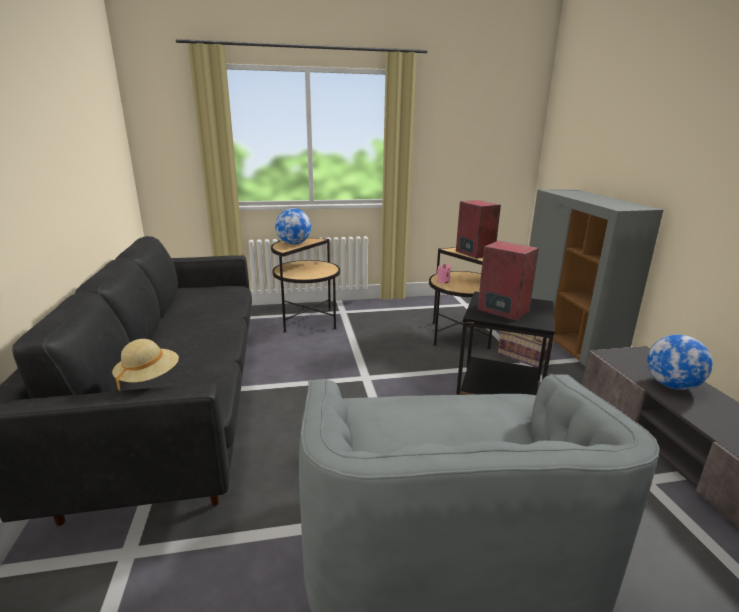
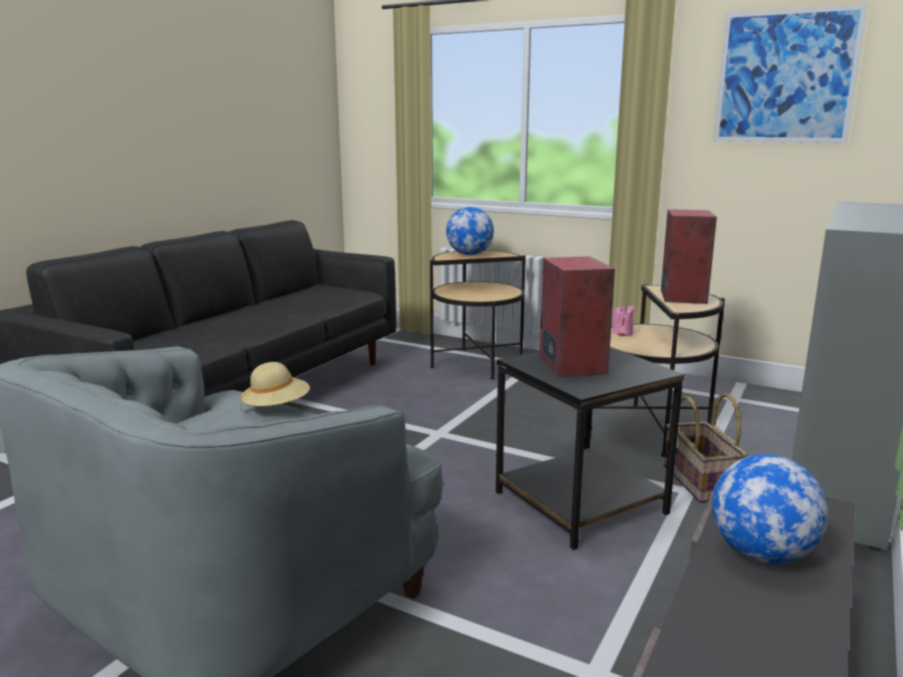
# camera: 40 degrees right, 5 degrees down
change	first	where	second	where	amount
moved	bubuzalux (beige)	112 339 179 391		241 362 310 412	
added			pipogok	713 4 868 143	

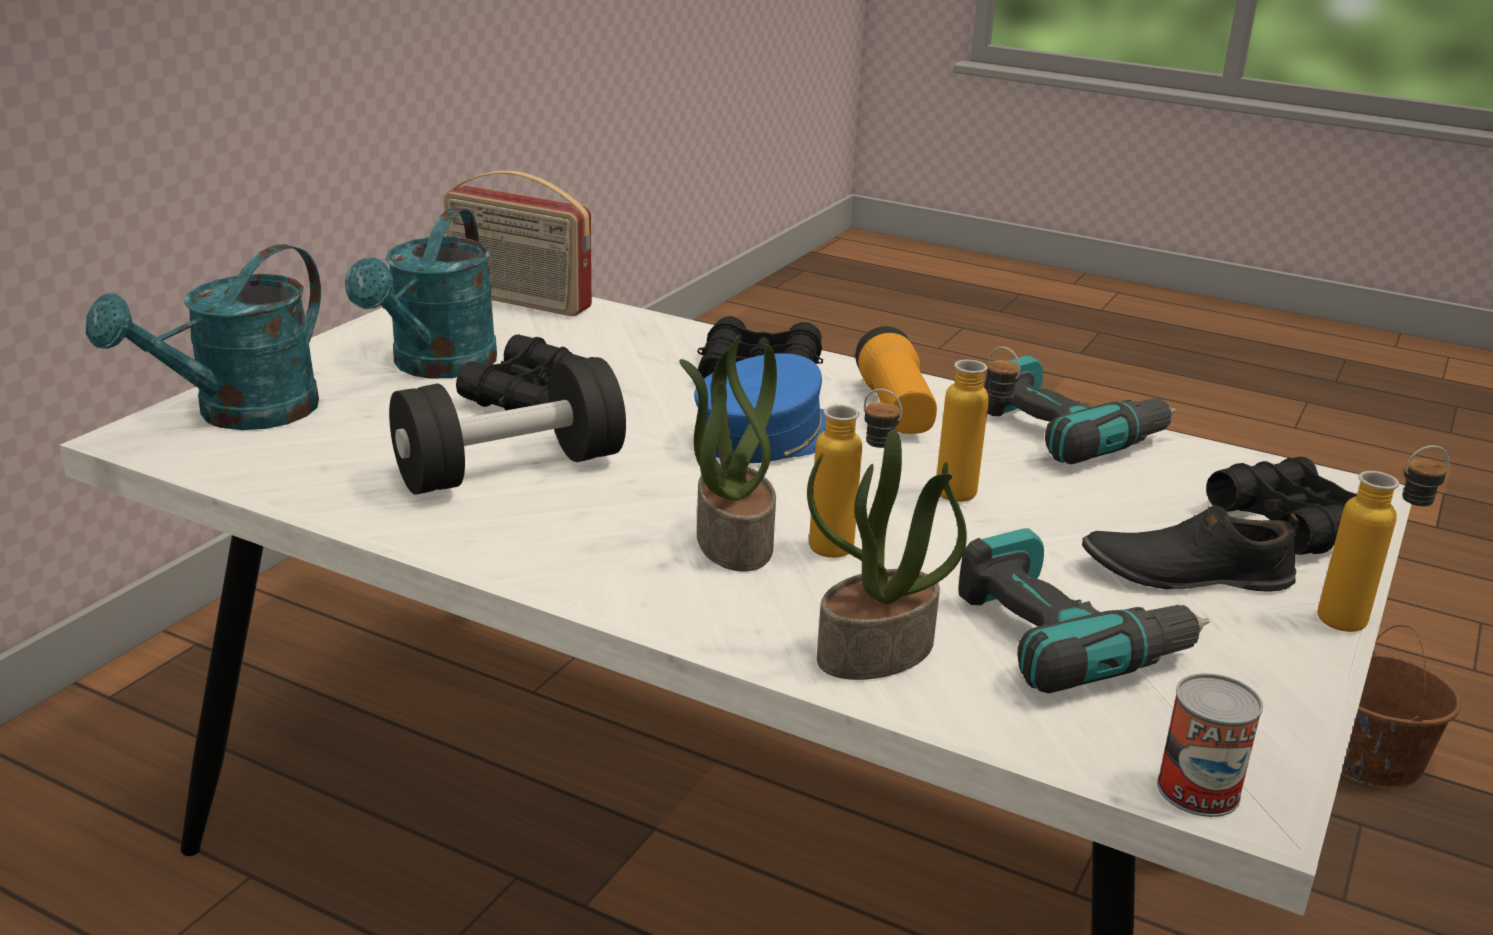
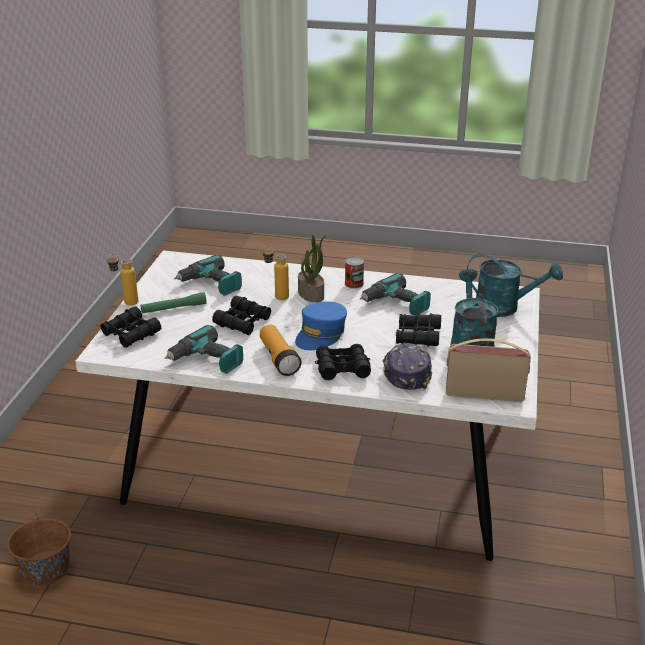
# camera: 165 degrees right, 5 degrees up
change	first	where	second	where	amount
replaced	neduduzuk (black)	1082 505 1299 592	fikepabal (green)	140 292 207 314	
replaced	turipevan	937 347 1021 502	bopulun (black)	212 296 271 335	
moved	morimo	1157 673 1263 817		345 256 364 289	
replaced	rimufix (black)	389 357 626 495	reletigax	360 273 431 315	
added			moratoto	382 343 432 390	
turned	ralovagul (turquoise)	86 244 321 430		467 254 563 317	90 degrees clockwise
removed	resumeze	807 429 967 680			

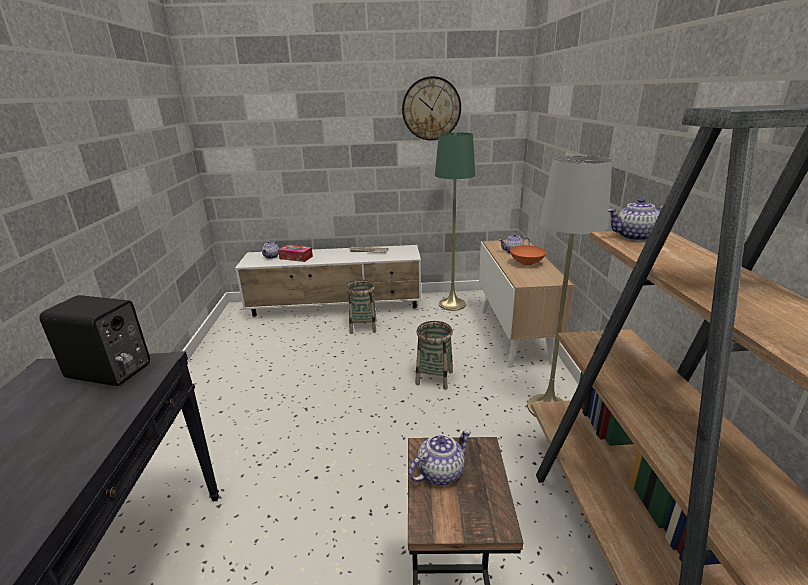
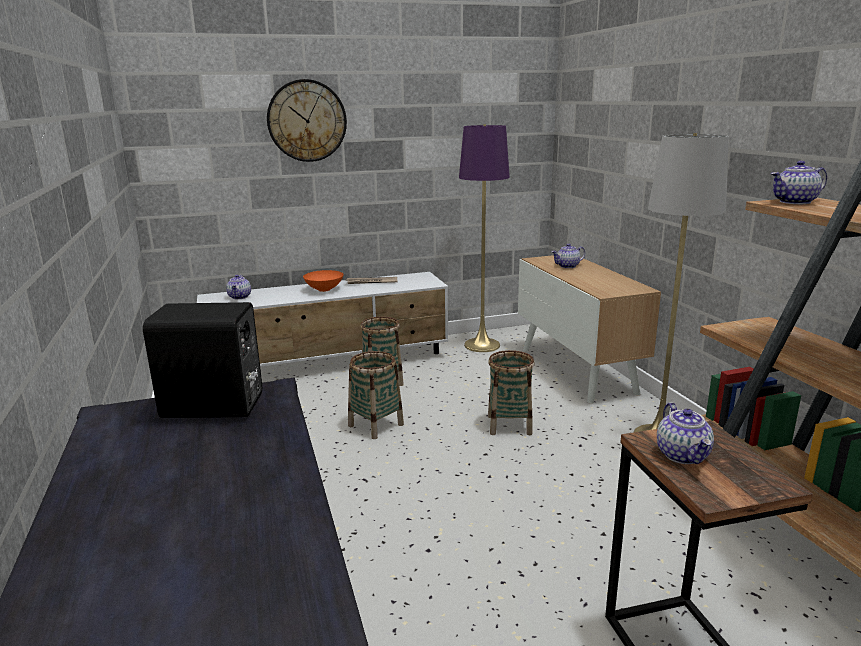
# camera: 15 degrees left, 5 degrees down
change	first	where	second	where	amount
moved	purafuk	402 76 461 140		267 79 347 162	
moved	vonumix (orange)	510 245 547 266		303 270 343 292	
added			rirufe	348 351 404 439	
recoloured	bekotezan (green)	435 132 475 311	bekotezan (purple)	459 124 510 352	
turned	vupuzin	408 430 471 485		657 402 714 464	135 degrees clockwise
removed	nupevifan	278 245 313 262			

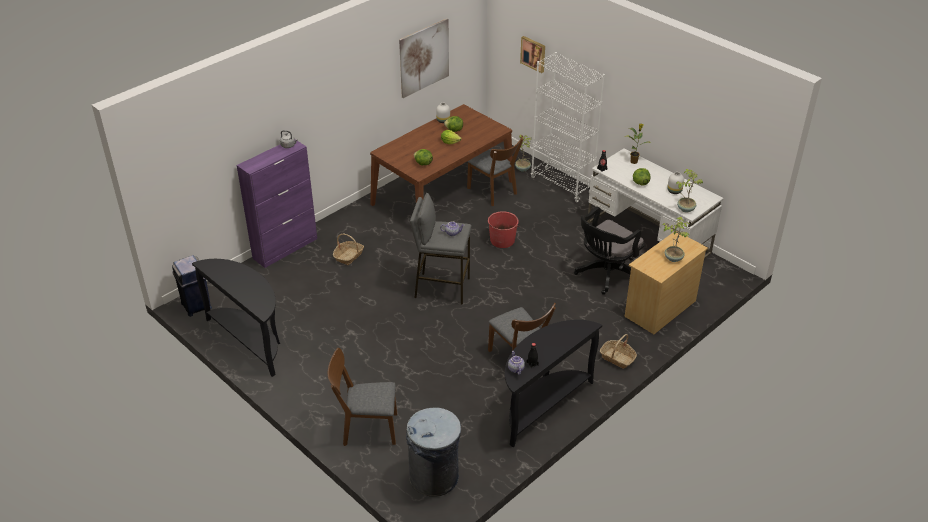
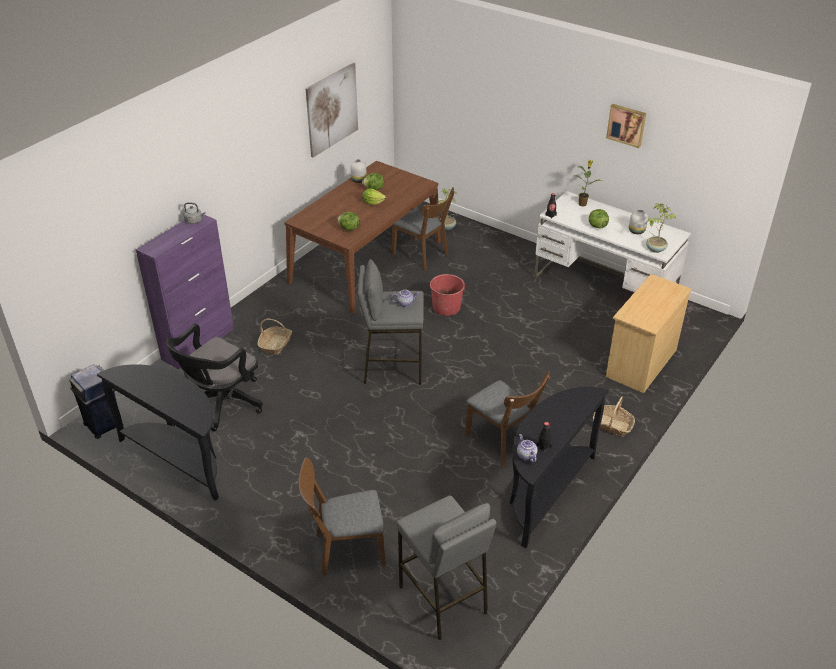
# camera: 10 degrees left, 0 degrees up
change	first	where	second	where	amount
moved	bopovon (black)	574 207 645 295		166 324 263 431	
replaced	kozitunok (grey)	406 408 461 497	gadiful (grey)	396 495 496 641	
moved	pipogok	520 36 545 73		606 104 646 148	
removed	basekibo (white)	531 52 605 202			
removed	resumeze	662 216 690 262			

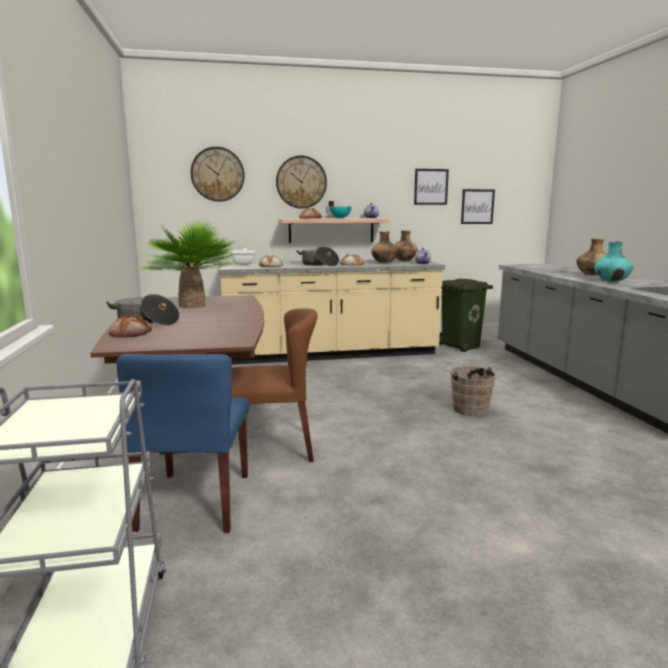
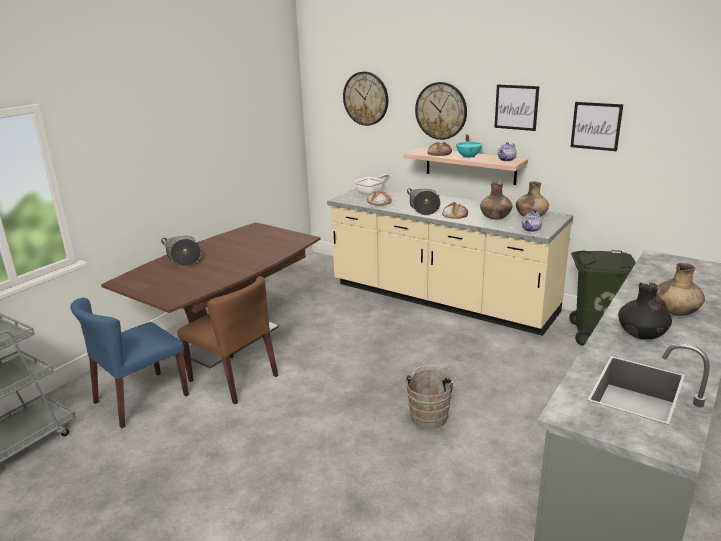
# camera: 45 degrees right, 10 degrees up
change	first	where	second	where	amount
moved	pipogok	461 189 495 224		494 84 539 131	
recoloured	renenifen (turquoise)	594 241 633 282	renenifen (black)	618 283 672 339	
removed	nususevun	109 315 152 338			
removed	resumeze	139 219 241 309			

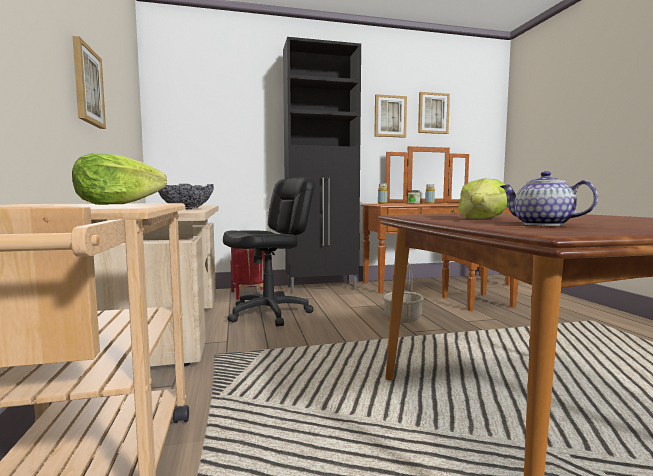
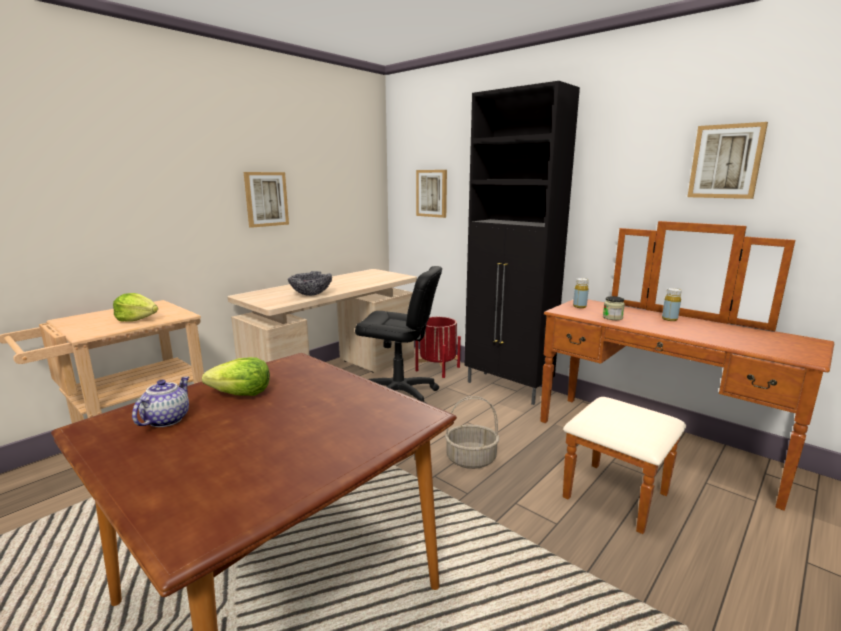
# camera: 55 degrees right, 10 degrees up
change	first	where	second	where	amount
moved	pipogok	374 94 407 138		416 170 447 218	

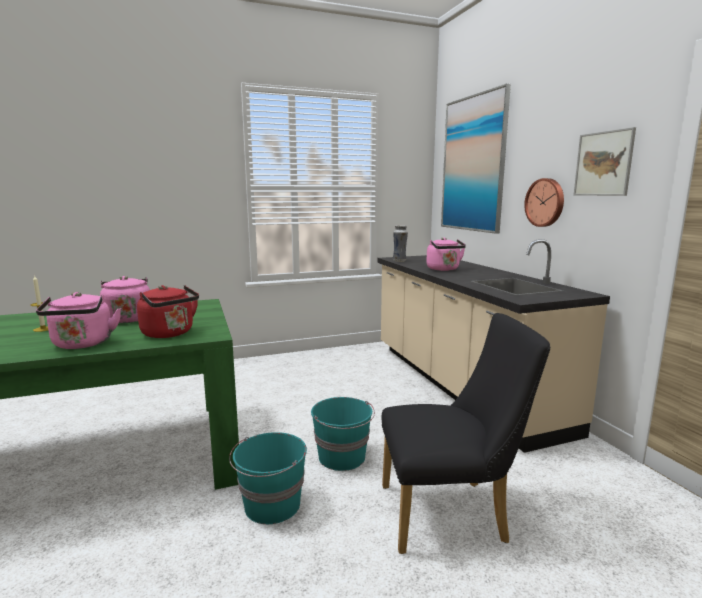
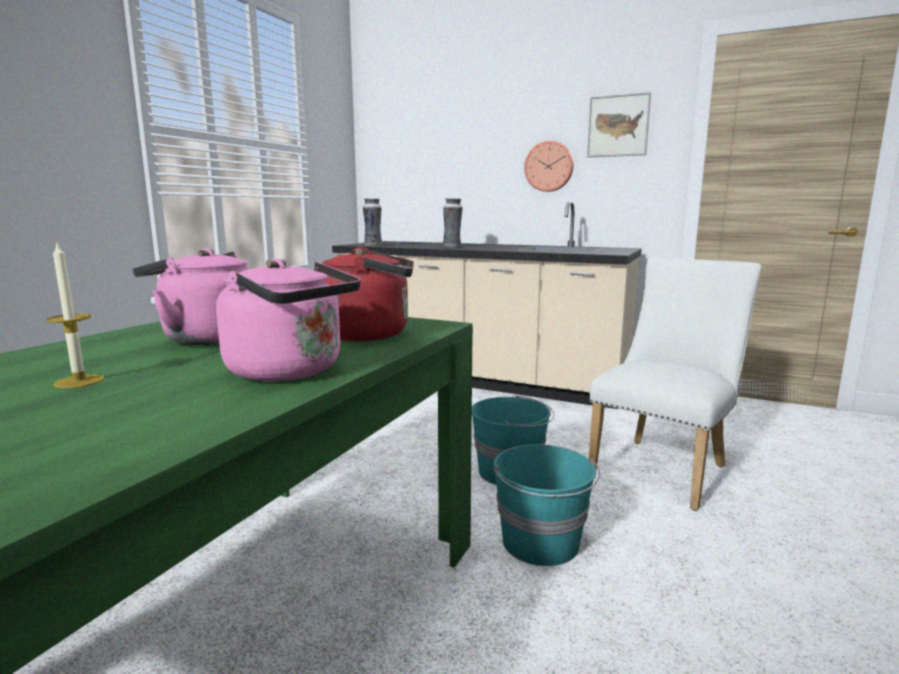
# camera: 45 degrees left, 0 degrees up
change	first	where	second	where	amount
replaced	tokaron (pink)	426 237 466 271	renenifen	443 198 463 247	
recoloured	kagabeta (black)	382 313 550 554	kagabeta (white)	589 257 762 511	
removed	pipogok	441 83 511 234			

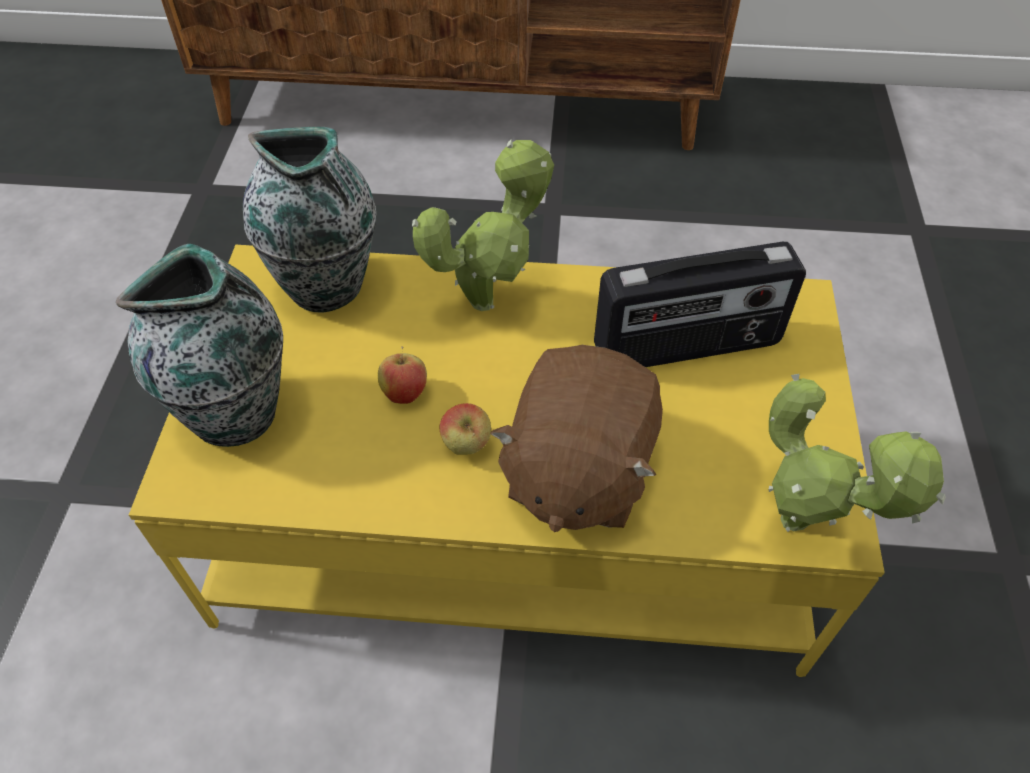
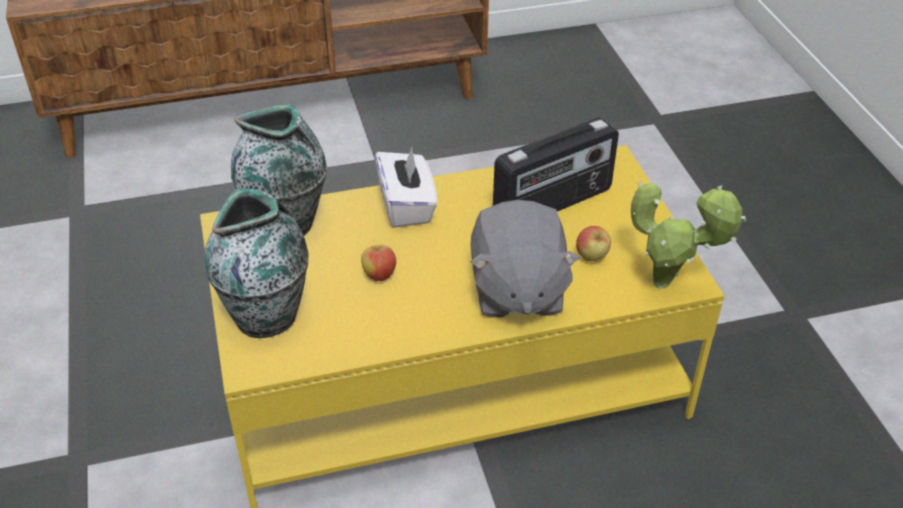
# camera: 20 degrees left, 10 degrees down
change	first	where	second	where	amount
replaced	resumeze	412 139 554 311	nupevifan (white)	375 148 438 228	
recoloured	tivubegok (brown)	490 345 663 532	tivubegok (grey)	470 200 581 318	
moved	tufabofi	440 403 492 455		576 226 611 261	

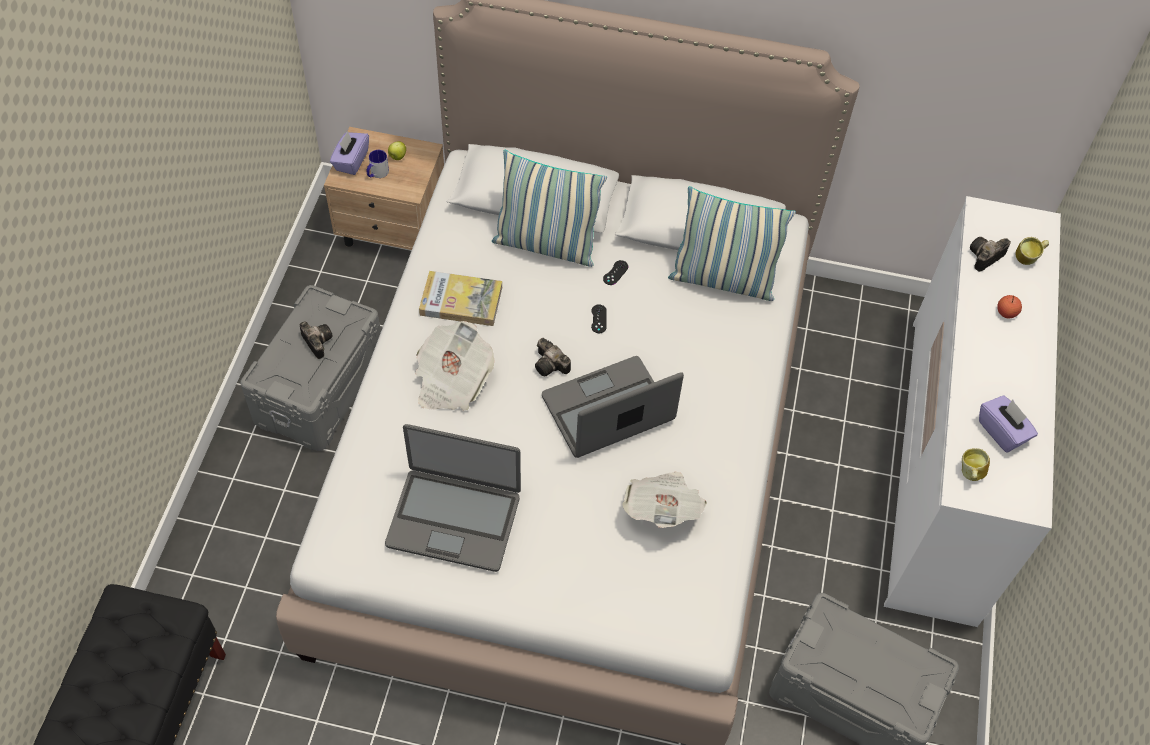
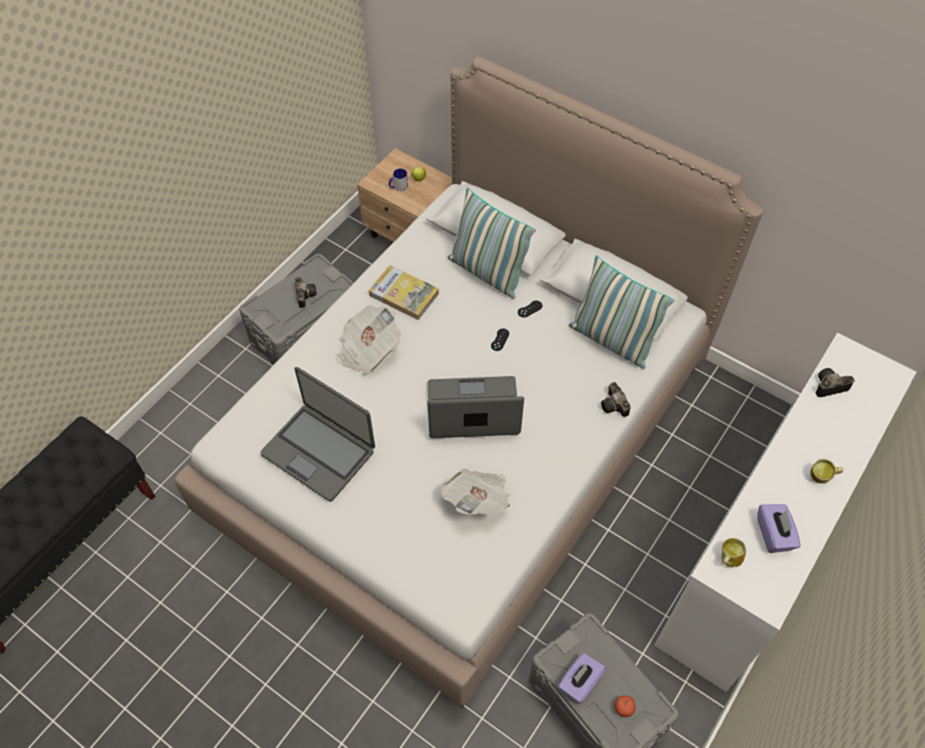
# camera: 25 degrees right, 0 degrees up
change	first	where	second	where	amount
moved	nupevifan (purple)	330 131 369 175		558 653 606 704	
moved	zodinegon	535 338 571 376		601 382 631 417	
moved	tufabofi	997 295 1022 318		615 695 636 717	
moved	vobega	1016 237 1049 265		810 459 843 484	

